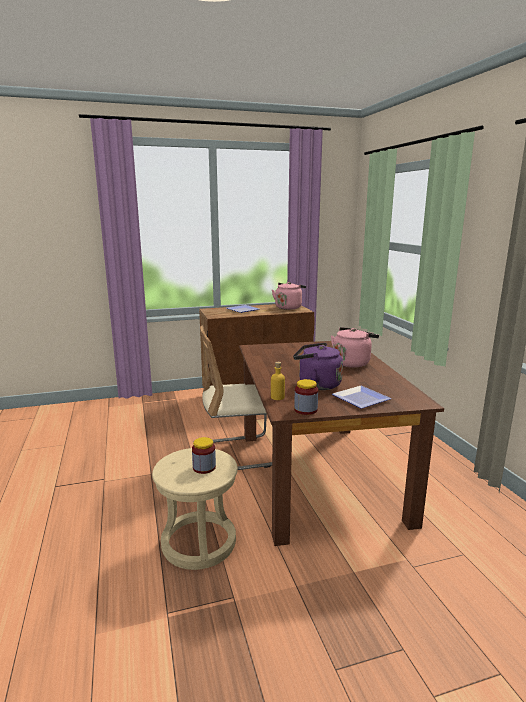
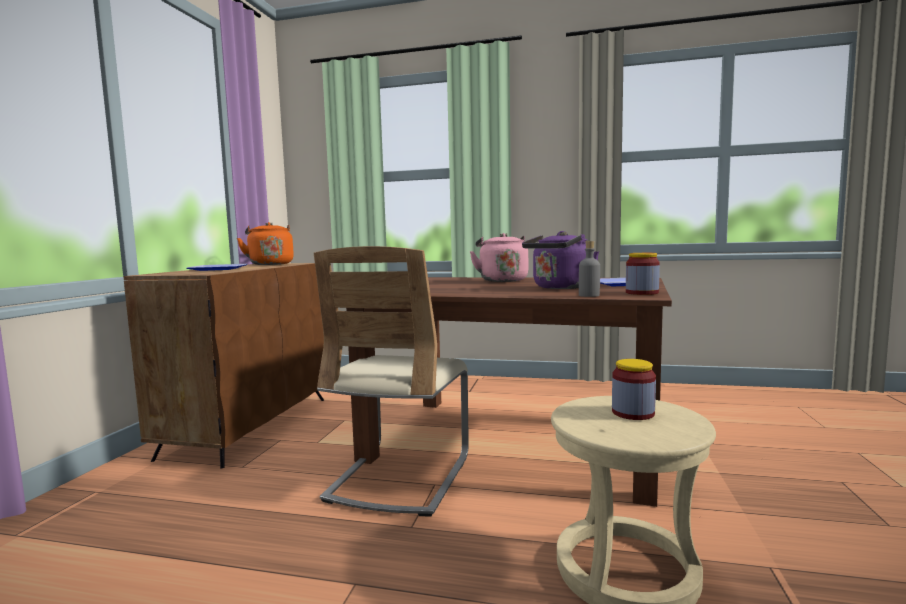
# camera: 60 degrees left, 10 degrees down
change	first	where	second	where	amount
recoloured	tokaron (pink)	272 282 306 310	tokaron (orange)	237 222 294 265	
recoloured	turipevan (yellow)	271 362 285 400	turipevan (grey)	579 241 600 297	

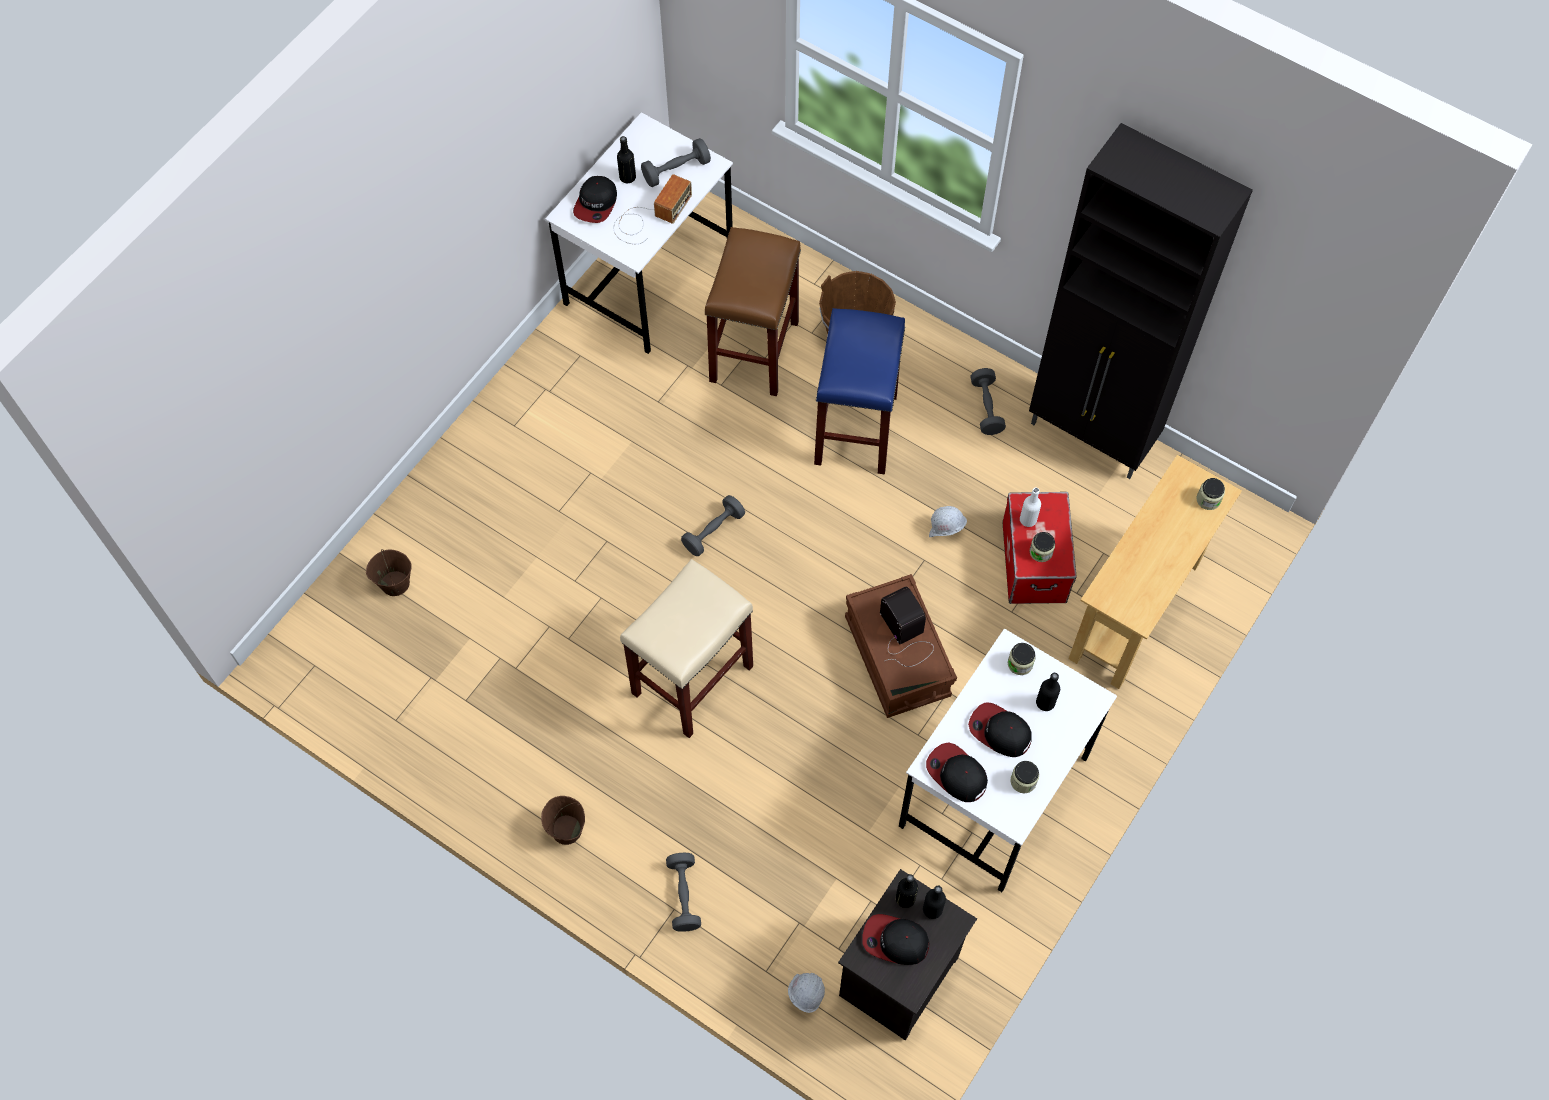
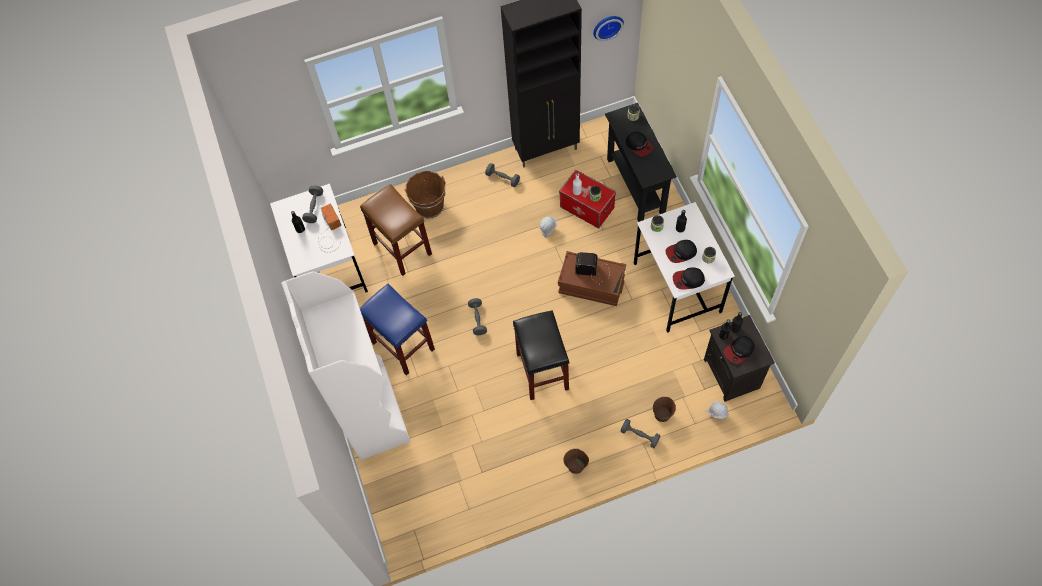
# camera: 50 degrees left, 0 degrees up
change	first	where	second	where	amount
added			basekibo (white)	281 271 411 460	
moved	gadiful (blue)	814 308 905 474		360 284 435 376	
recoloured	gadiful (beige)	620 559 753 738	gadiful (black)	513 310 570 400	
added			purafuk	593 16 624 41	
recoloured	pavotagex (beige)	1068 455 1242 689	pavotagex (black)	605 103 677 222	
moved	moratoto	573 176 617 223		626 131 653 156	
moved	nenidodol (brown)	366 549 411 596		653 397 676 422	

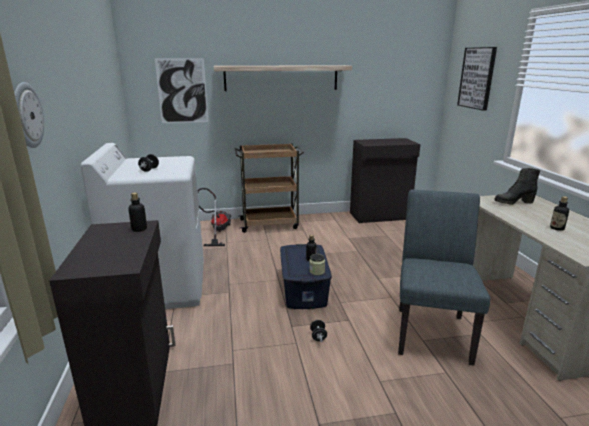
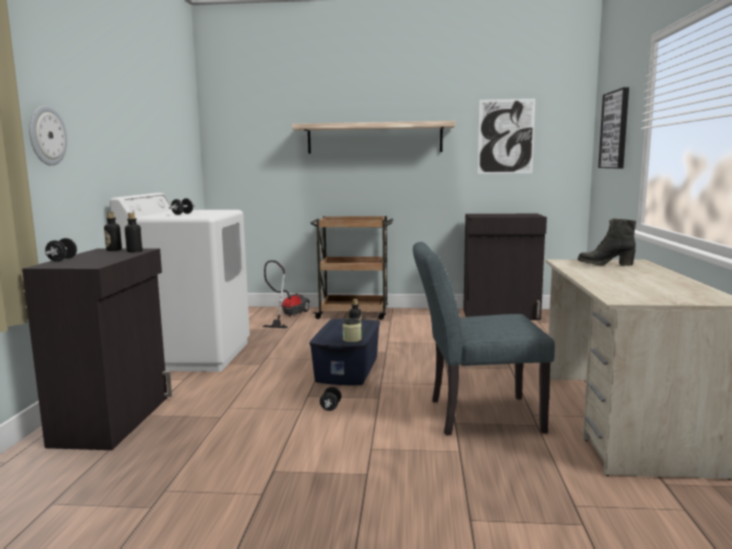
# camera: 15 degrees right, 10 degrees down
change	first	where	second	where	amount
added			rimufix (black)	45 238 77 262	
moved	turipevan	550 196 569 231		104 212 122 251	
turned	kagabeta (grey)	398 190 490 366		413 242 555 435	120 degrees counterclockwise
moved	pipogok	155 58 208 123		478 99 535 174	

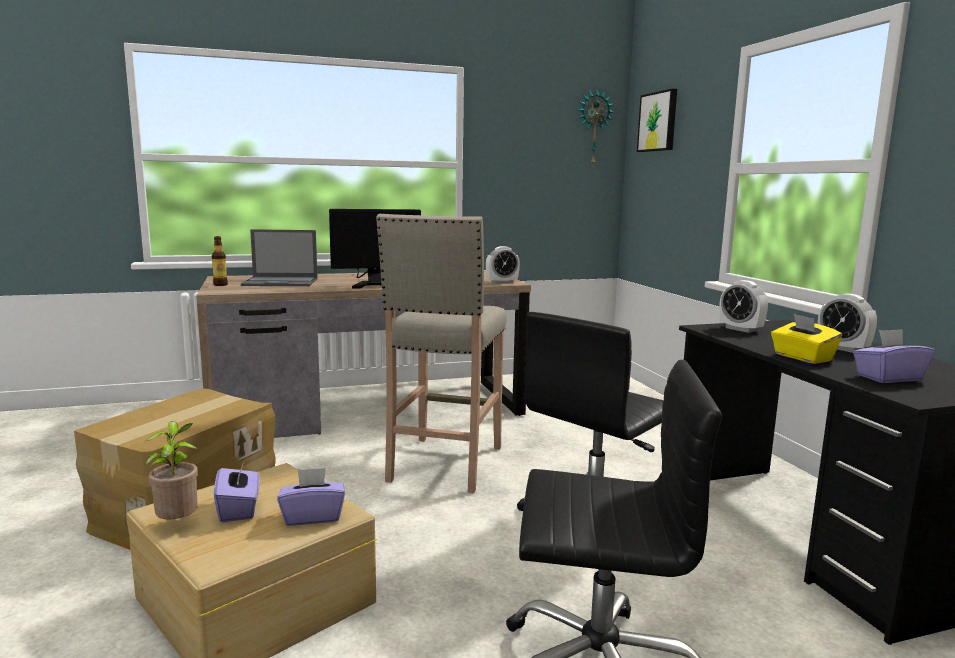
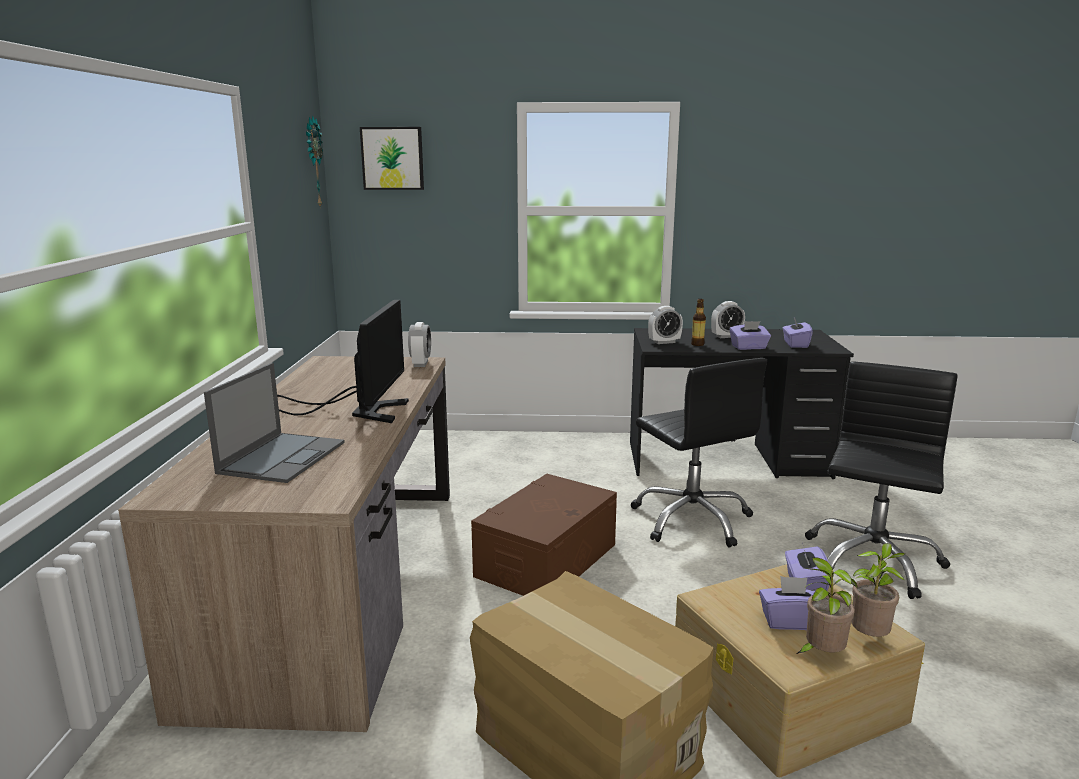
# camera: 70 degrees left, 5 degrees up
change	first	where	second	where	amount
replaced	gadiful (beige)	376 214 506 493	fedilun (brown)	471 474 617 596	
moved	turipevan	212 236 228 286		691 299 706 346	
recoloured	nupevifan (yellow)	771 314 842 364	nupevifan (purple)	730 321 771 350	
added			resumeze	851 543 906 637	

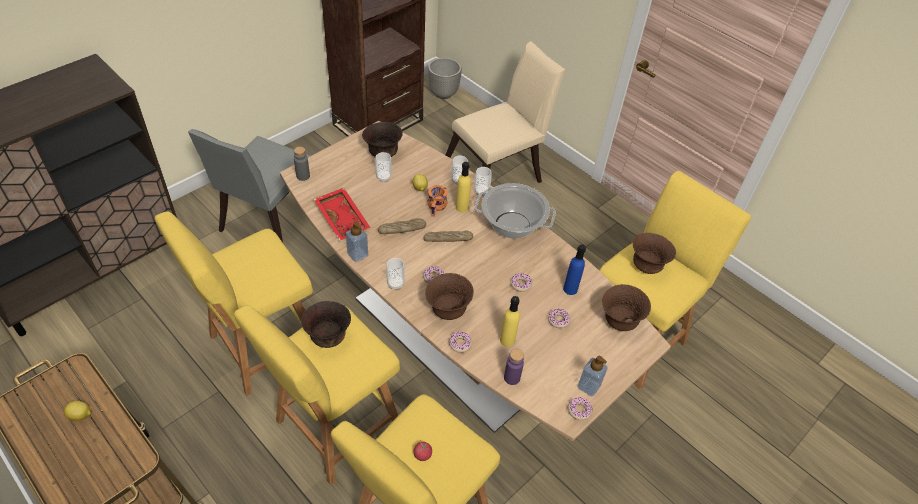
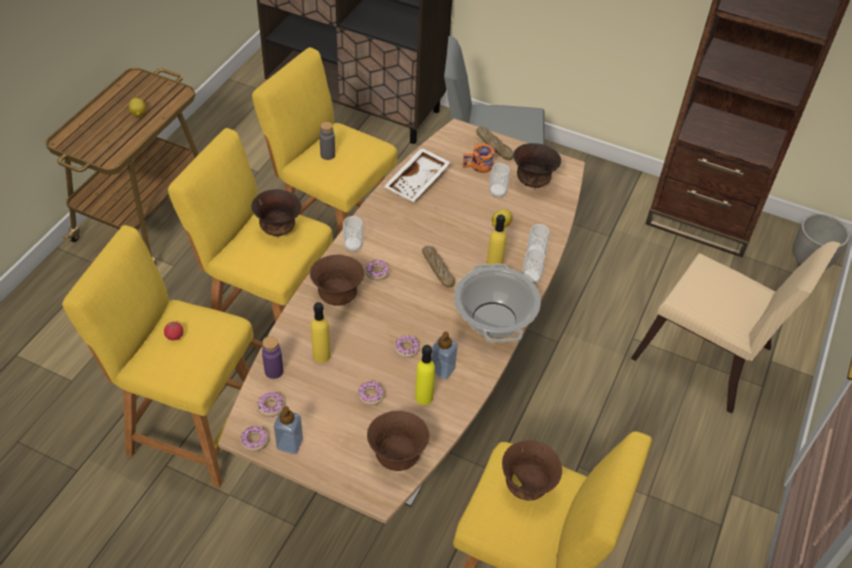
# camera: 70 degrees right, 0 degrees up
change	first	where	second	where	amount
moved	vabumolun	449 332 472 353		257 392 284 417	
moved	turipevan (grey)	294 147 310 181		319 122 335 160	
recoloured	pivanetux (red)	314 188 371 240	pivanetux (white)	383 148 451 202	
recoloured	turipevan (blue)	563 244 586 295	turipevan (yellow)	415 345 435 405	
moved	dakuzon	346 221 368 262		431 332 458 380	
moved	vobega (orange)	427 185 448 217		462 144 495 173	
moved	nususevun	378 218 426 234		476 127 514 160	

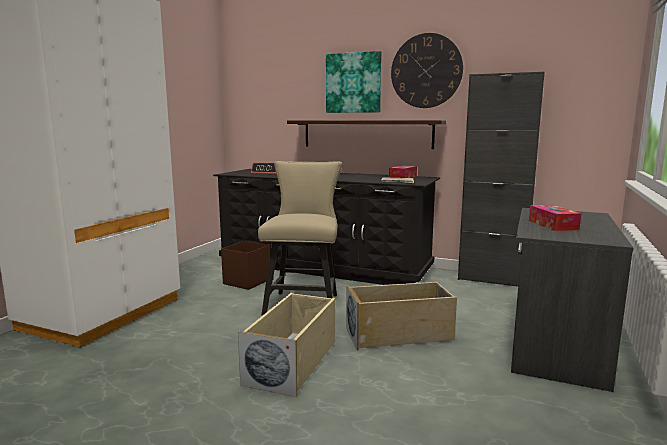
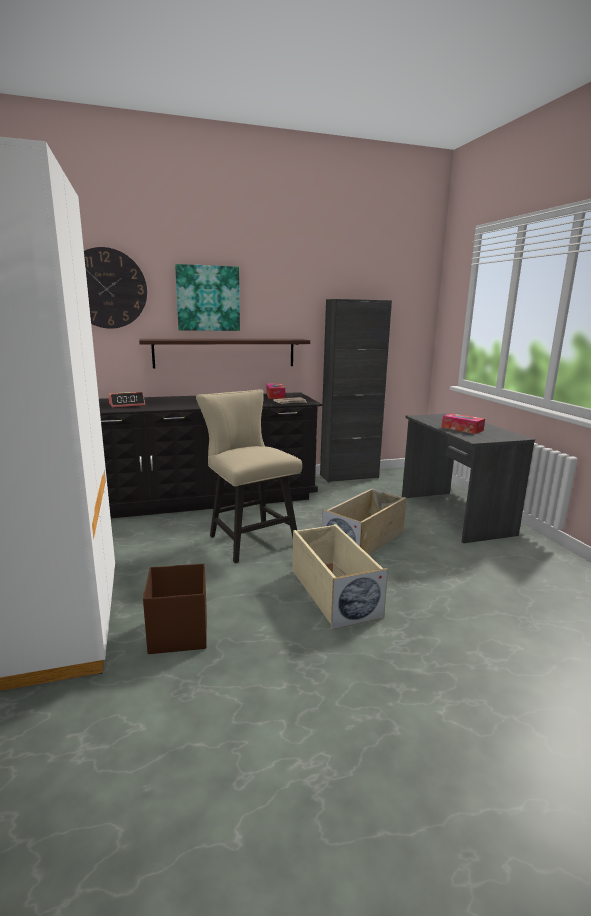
# camera: 40 degrees left, 5 degrees up
change	first	where	second	where	amount
moved	purafuk	391 33 463 108		84 247 147 329	
moved	fedilun (brown)	221 241 270 290		143 564 207 654	

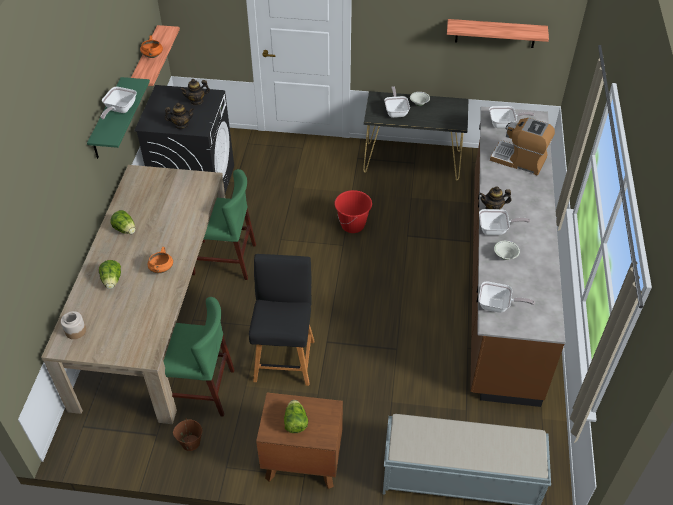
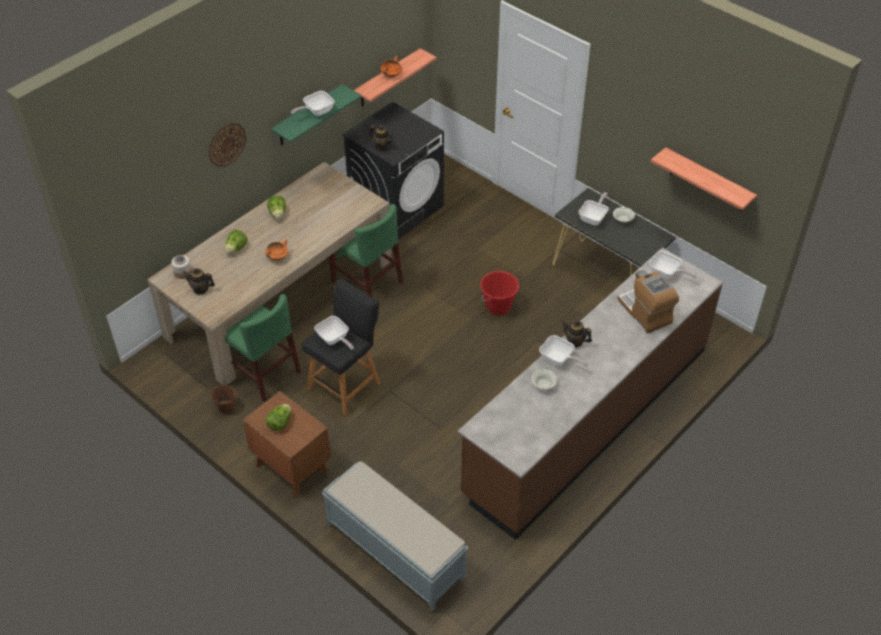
# camera: 35 degrees right, 0 degrees up
change	first	where	second	where	amount
moved	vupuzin	180 79 210 105		183 268 215 294	
added			purafuk	208 123 246 167	
moved	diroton	479 281 535 313		314 316 354 350	

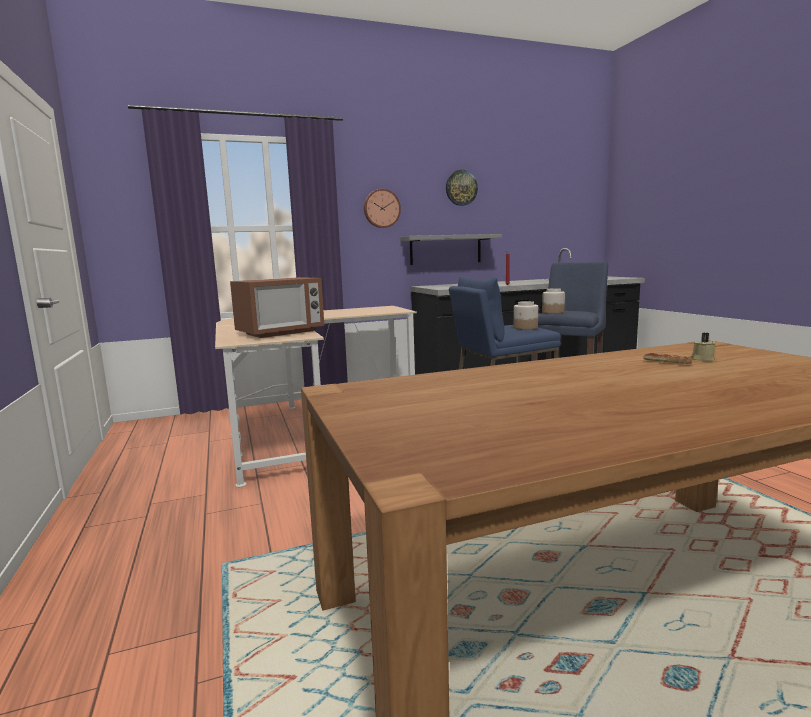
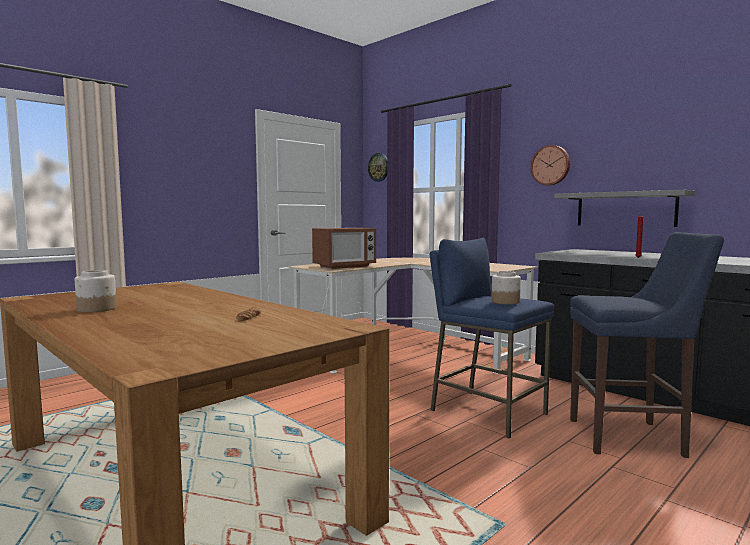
# camera: 65 degrees right, 5 degrees down
change	first	where	second	where	amount
moved	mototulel	542 288 565 314		75 270 117 312	
turned	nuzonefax	230 277 324 338		312 228 376 269	60 degrees counterclockwise
moved	purafuk	446 170 478 206		368 153 387 182	
removed	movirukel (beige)	691 333 715 361			

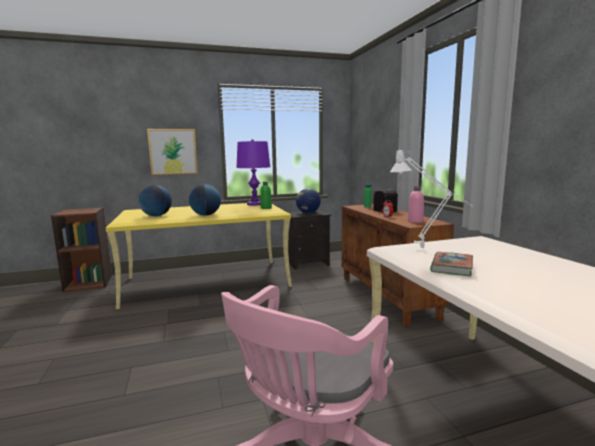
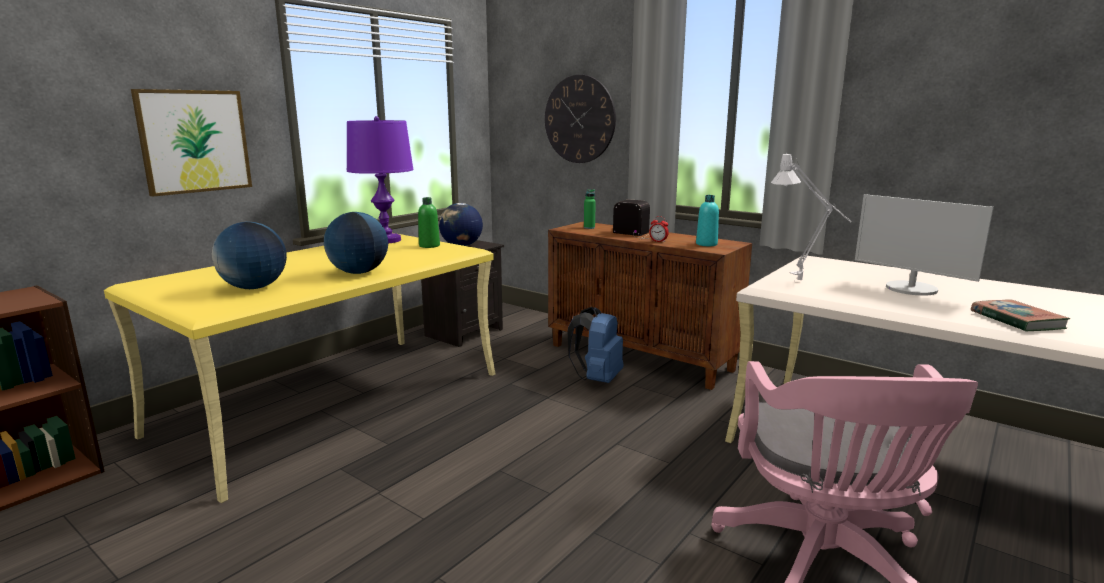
# camera: 35 degrees left, 5 degrees up
change	first	where	second	where	amount
added			purafuk	545 75 616 163	
added			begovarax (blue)	568 307 623 383	
recoloured	turipevan (pink)	408 186 424 223	turipevan (turquoise)	696 195 719 246	
added			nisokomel	855 194 994 296	
moved	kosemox	430 252 473 276		971 300 1070 332	

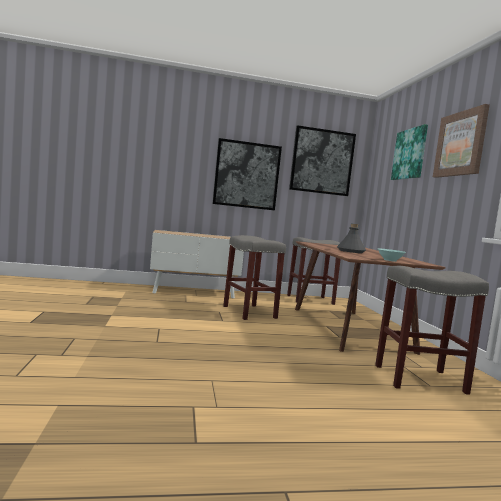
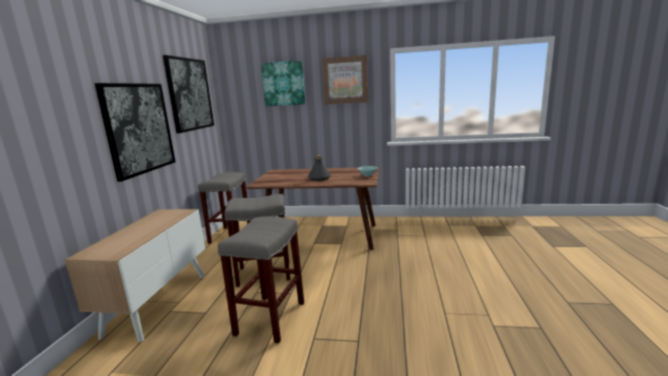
# camera: 70 degrees left, 10 degrees up
change	first	where	second	where	amount
moved	gadiful (grey)	375 266 489 395		218 216 304 343	

